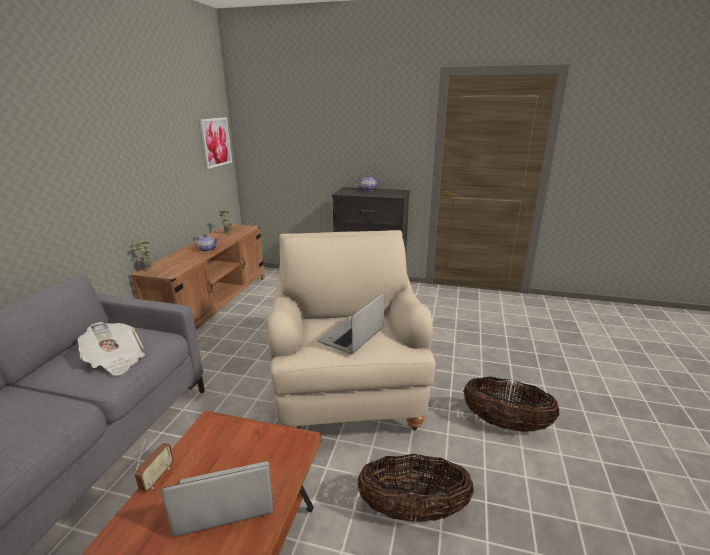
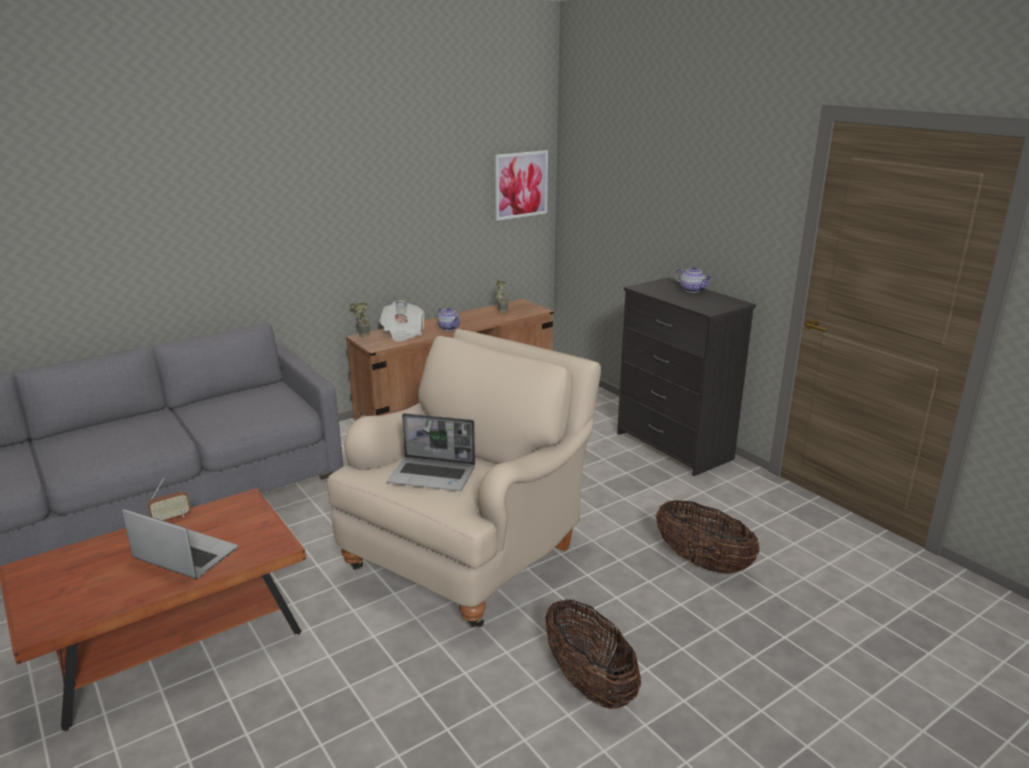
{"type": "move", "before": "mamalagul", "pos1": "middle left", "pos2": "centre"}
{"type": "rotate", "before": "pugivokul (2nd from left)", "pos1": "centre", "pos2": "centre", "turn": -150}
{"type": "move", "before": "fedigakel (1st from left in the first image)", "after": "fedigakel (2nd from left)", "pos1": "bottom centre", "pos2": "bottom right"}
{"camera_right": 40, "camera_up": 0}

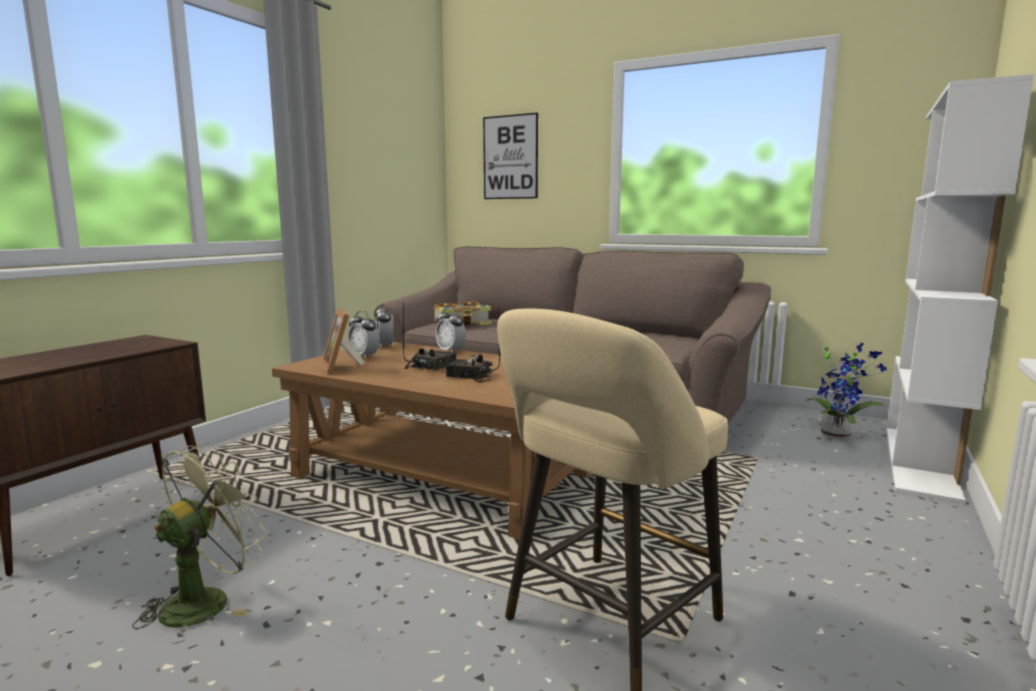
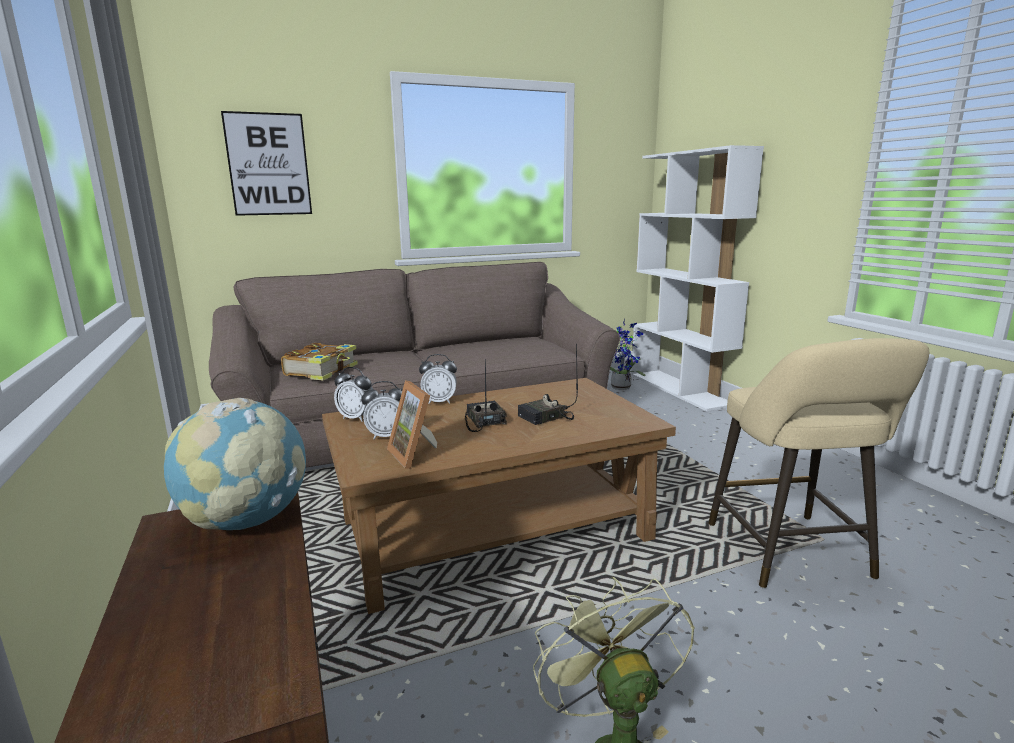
{"type": "insert", "after": "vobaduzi", "pos2": "middle left"}
{"type": "rotate", "before": "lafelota", "pos1": "middle left", "pos2": "centre", "turn": 45}
{"camera_right": -50, "camera_up": 5}

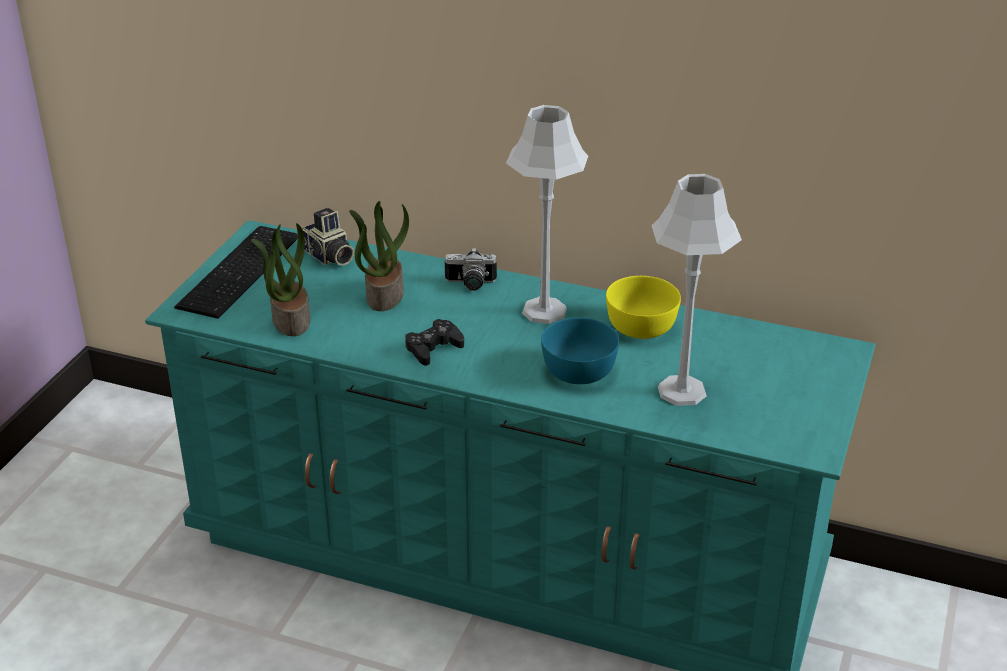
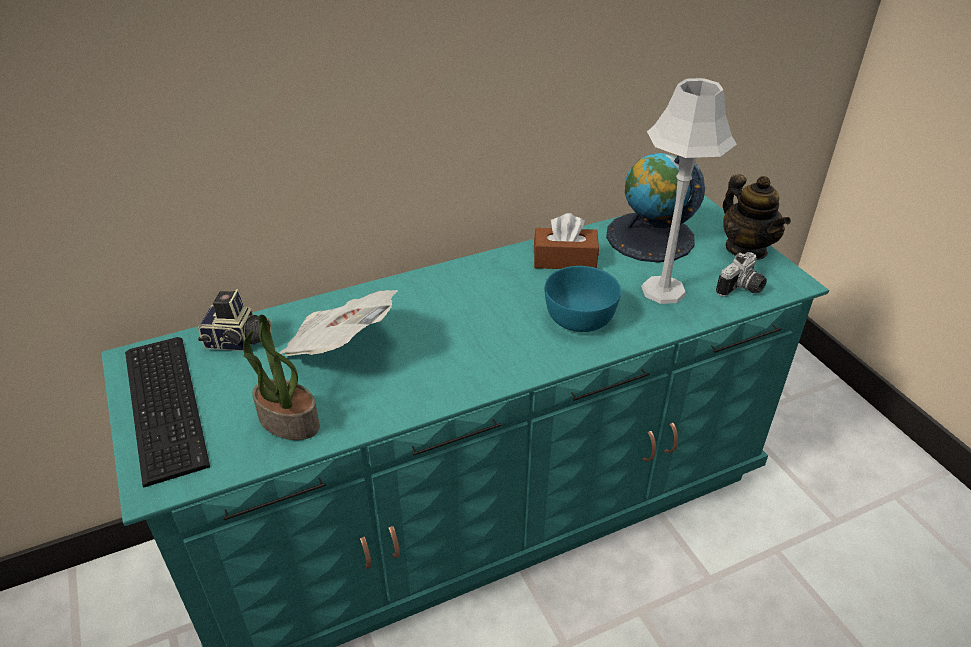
{"type": "replace", "before": "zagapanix (2nd from left)", "after": "mamalagul", "pos1": "centre", "pos2": "centre"}
{"type": "replace", "before": "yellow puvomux", "after": "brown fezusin", "pos1": "centre", "pos2": "centre"}
{"type": "insert", "after": "vobaduzi", "pos2": "top right"}
{"type": "move", "before": "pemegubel (2nd from left)", "pos1": "centre", "pos2": "middle right"}
{"type": "insert", "after": "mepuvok", "pos2": "middle right"}
{"type": "delete", "before": "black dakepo", "pos1": "centre"}
{"type": "delete", "before": "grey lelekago (1st from left)", "pos1": "top centre"}
{"camera_right": -45, "camera_up": 5}

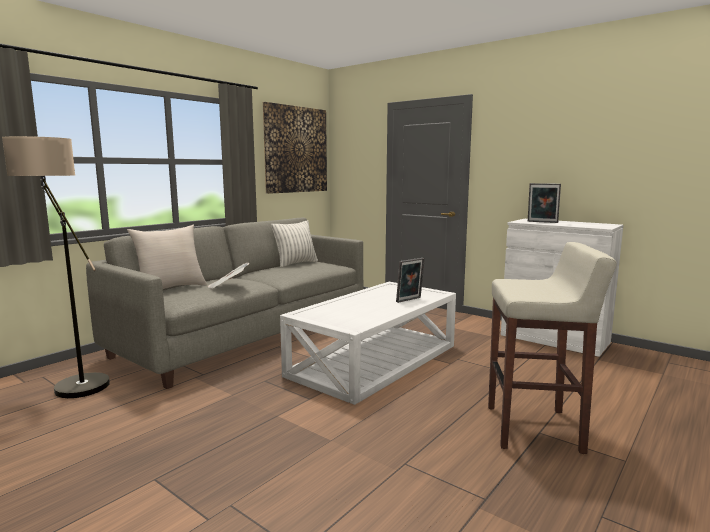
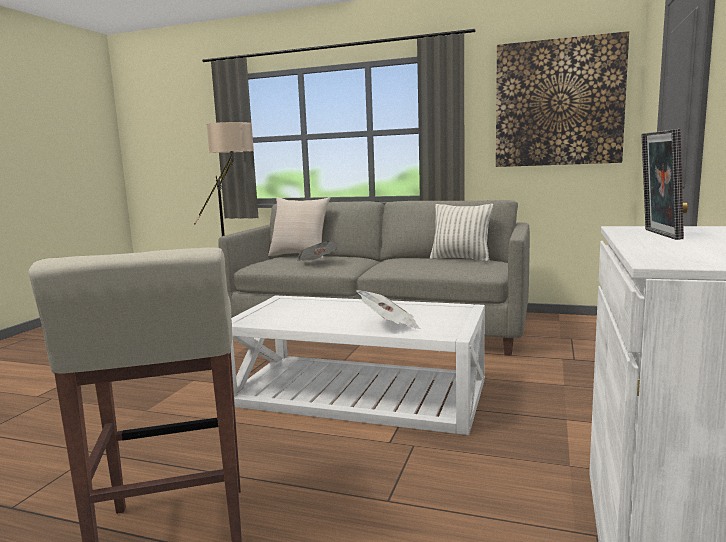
{"type": "replace", "before": "lafelota (1st from left)", "after": "mamalagul (2nd from left)", "pos1": "centre", "pos2": "centre"}
{"camera_right": 70, "camera_up": 0}

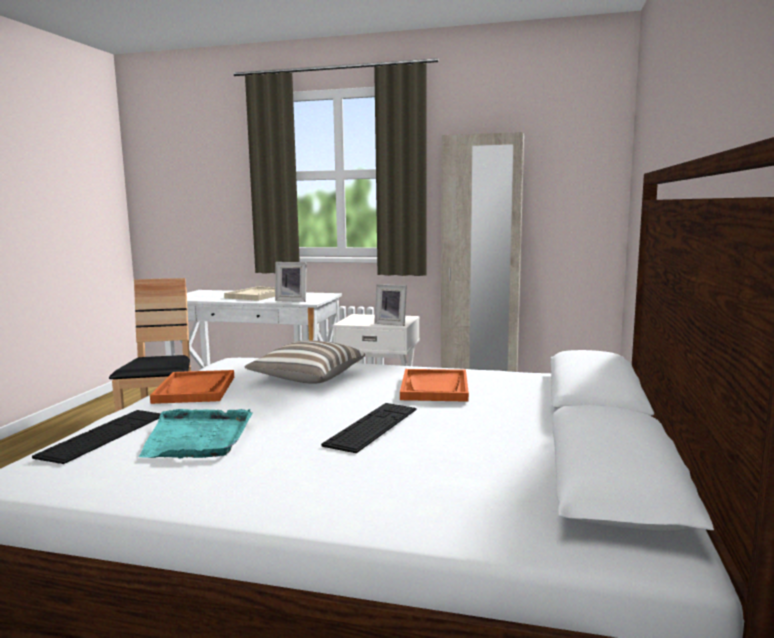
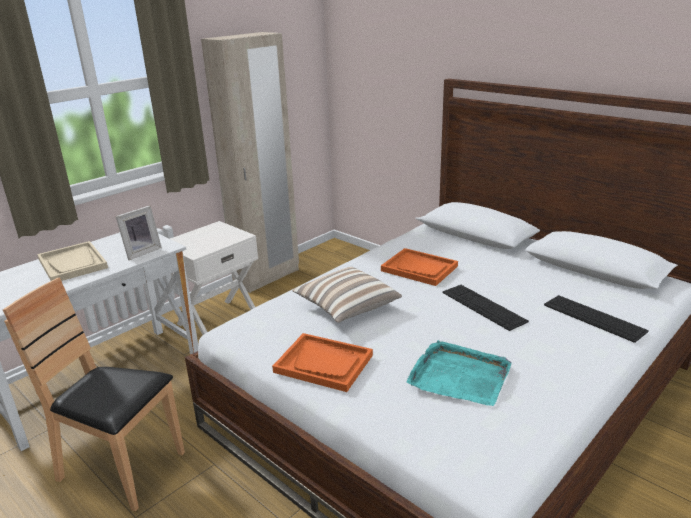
{"type": "move", "before": "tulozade (1st from left in the first image)", "after": "tulozade (2nd from left)", "pos1": "bottom left", "pos2": "middle right"}
{"type": "delete", "before": "lafelota (2nd from left)", "pos1": "centre"}
{"camera_right": -60, "camera_up": 15}

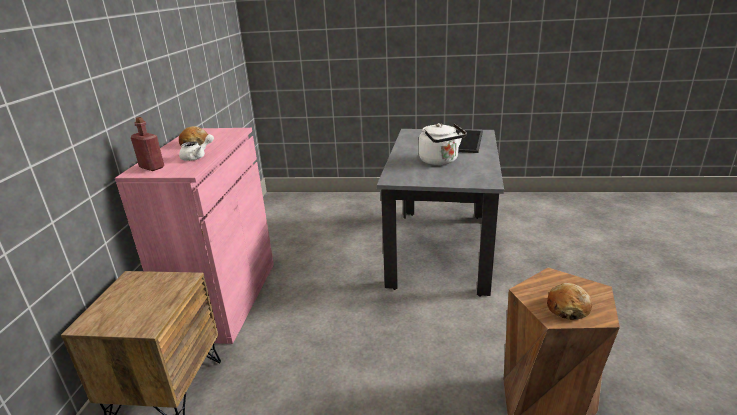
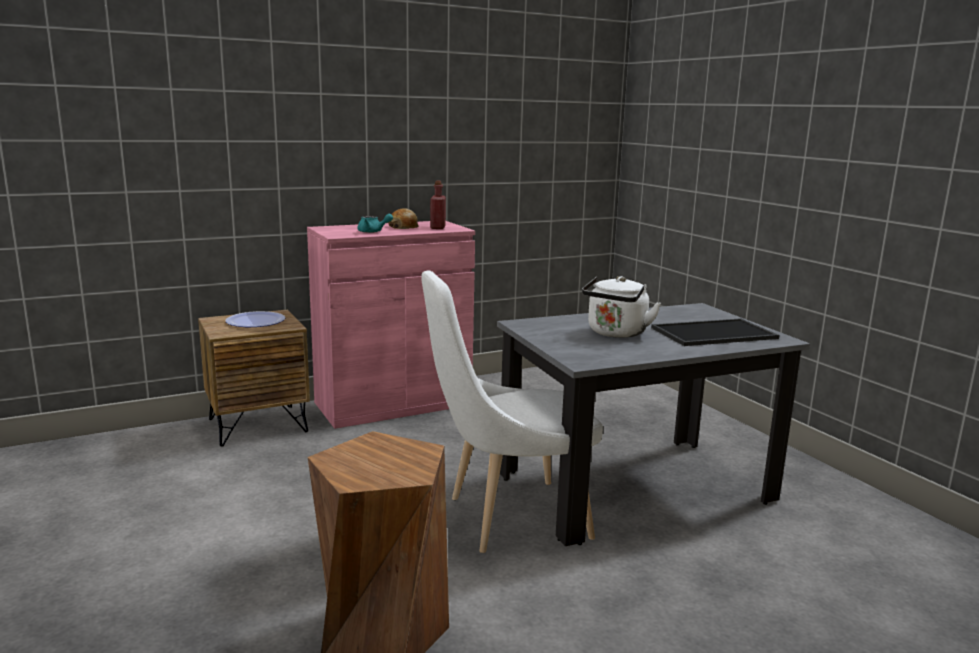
{"type": "insert", "after": "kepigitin", "pos2": "middle left"}
{"type": "recolor", "before": "white mepuvok", "after": "turquoise mepuvok", "pos1": "middle left", "pos2": "centre"}
{"type": "insert", "after": "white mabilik", "pos2": "centre"}
{"type": "move", "before": "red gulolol", "pos1": "middle left", "pos2": "top centre"}
{"type": "delete", "before": "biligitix (2nd from left)", "pos1": "bottom right"}
{"camera_right": 55, "camera_up": -10}

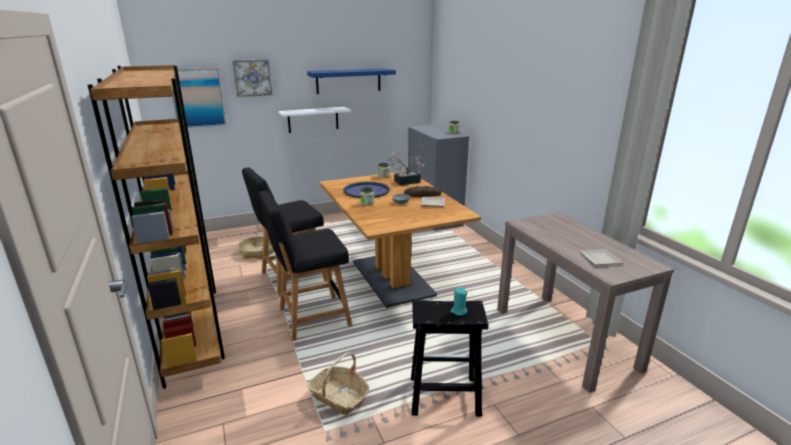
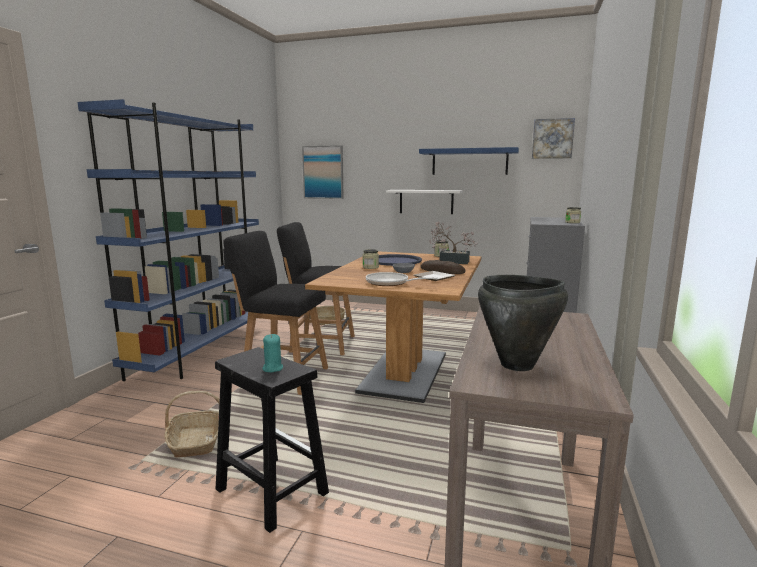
{"type": "recolor", "before": "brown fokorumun", "after": "blue fokorumun", "pos1": "middle left", "pos2": "middle left"}
{"type": "insert", "after": "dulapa", "pos2": "centre"}
{"type": "replace", "before": "kepigitin (2nd from left)", "after": "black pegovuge", "pos1": "middle right", "pos2": "middle right"}
{"type": "move", "before": "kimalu (2nd from left)", "pos1": "top left", "pos2": "top right"}
{"camera_right": 40, "camera_up": -10}

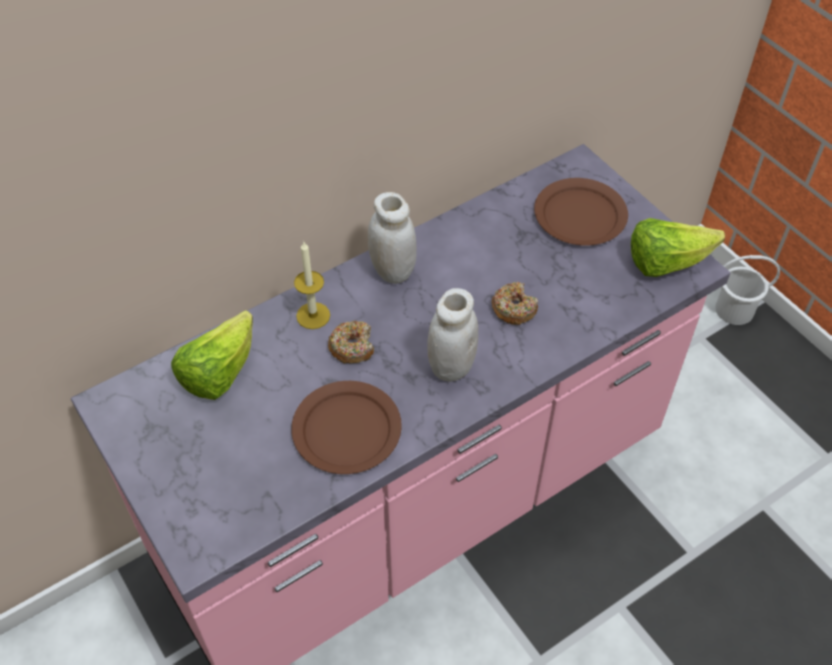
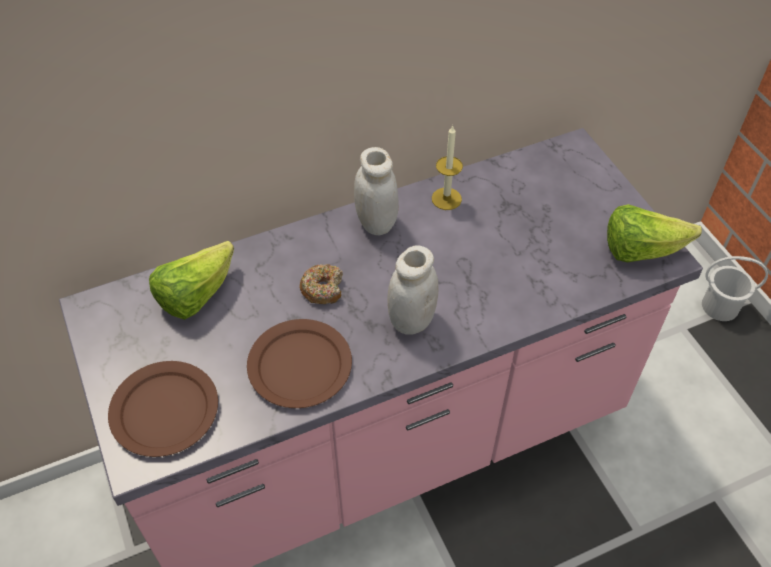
{"type": "move", "before": "brown kepigitin (2nd from left in the first image)", "after": "brown kepigitin (1st from left)", "pos1": "top right", "pos2": "bottom left"}
{"type": "move", "before": "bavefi", "pos1": "centre", "pos2": "top centre"}
{"type": "delete", "before": "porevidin (2nd from left)", "pos1": "centre"}
{"camera_right": 10, "camera_up": 0}

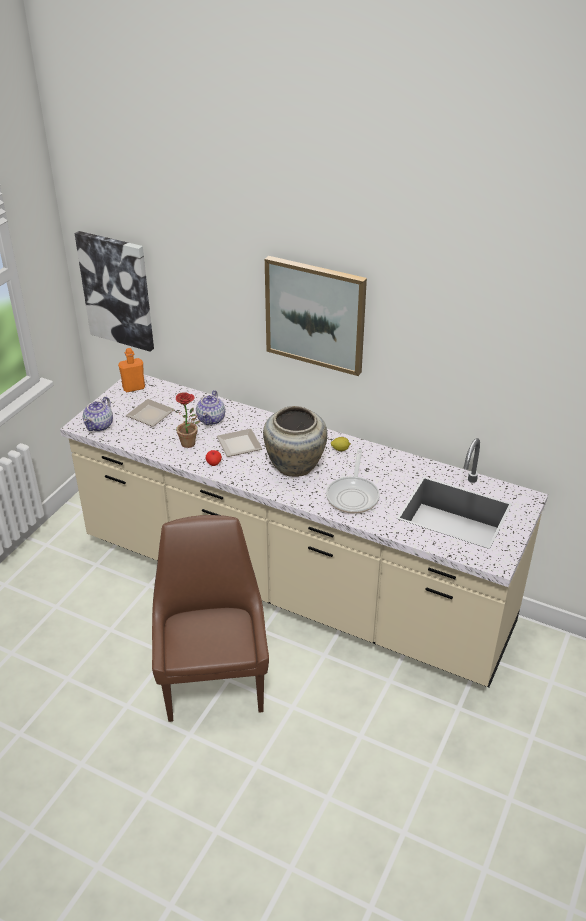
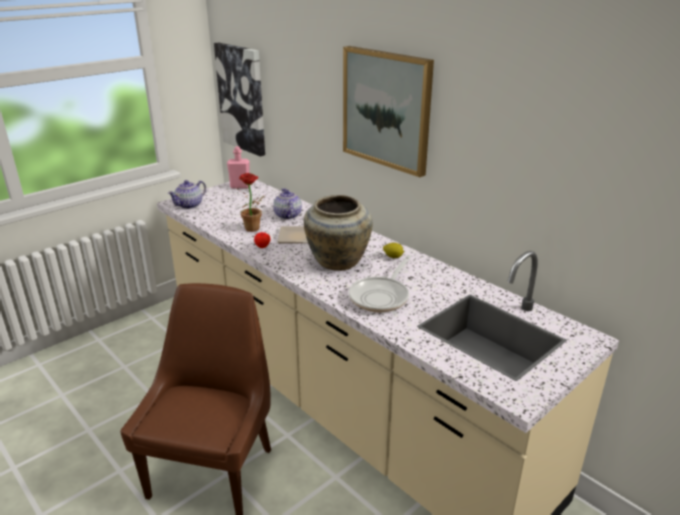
{"type": "recolor", "before": "orange gulolol", "after": "pink gulolol", "pos1": "middle left", "pos2": "top centre"}
{"type": "rotate", "before": "mepuvok (2nd from left)", "pos1": "centre", "pos2": "centre", "turn": 135}
{"type": "delete", "before": "kepigitin (1st from left)", "pos1": "middle left"}
{"camera_right": 20, "camera_up": -10}

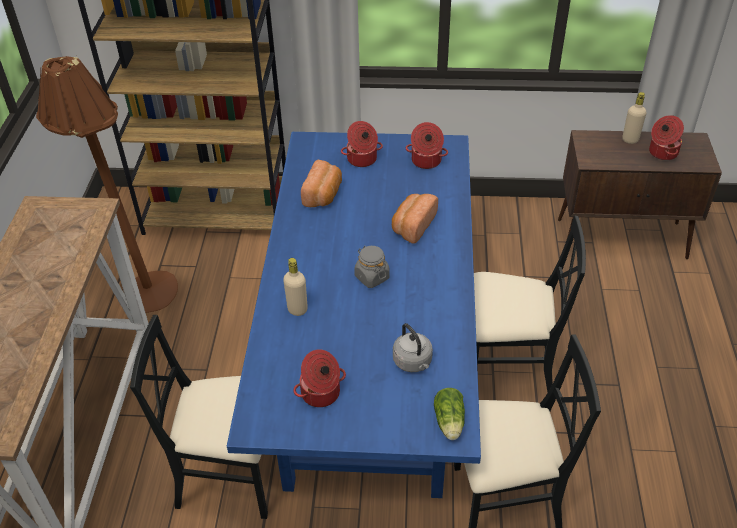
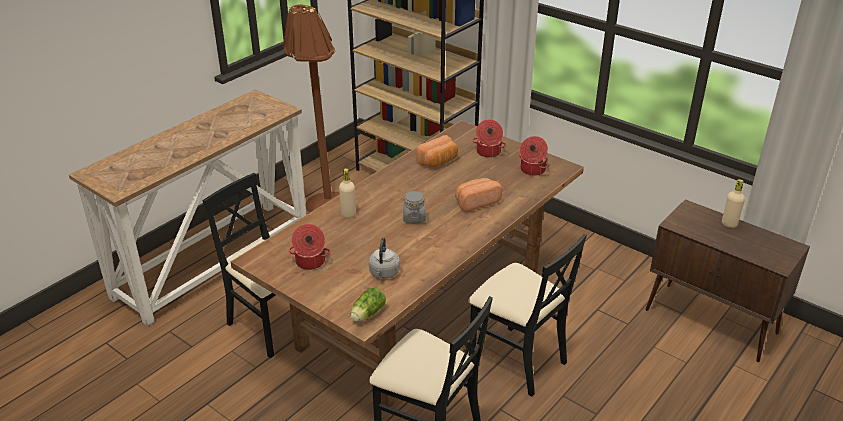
{"type": "recolor", "before": "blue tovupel", "after": "brown tovupel", "pos1": "centre", "pos2": "centre"}
{"type": "delete", "before": "pegovuge (4th from left)", "pos1": "top right"}
{"camera_right": 35, "camera_up": -10}

